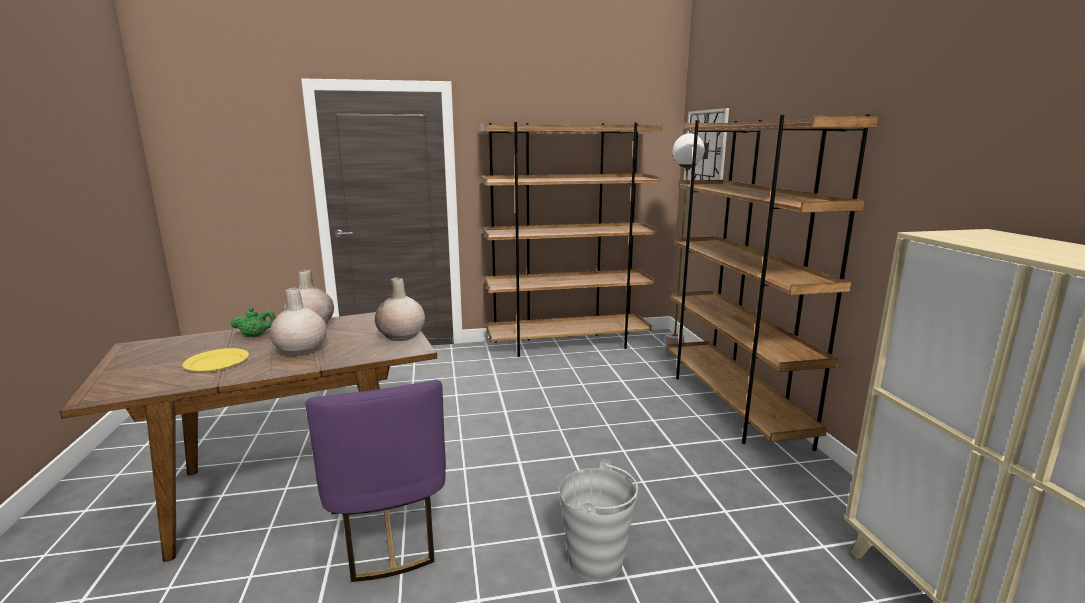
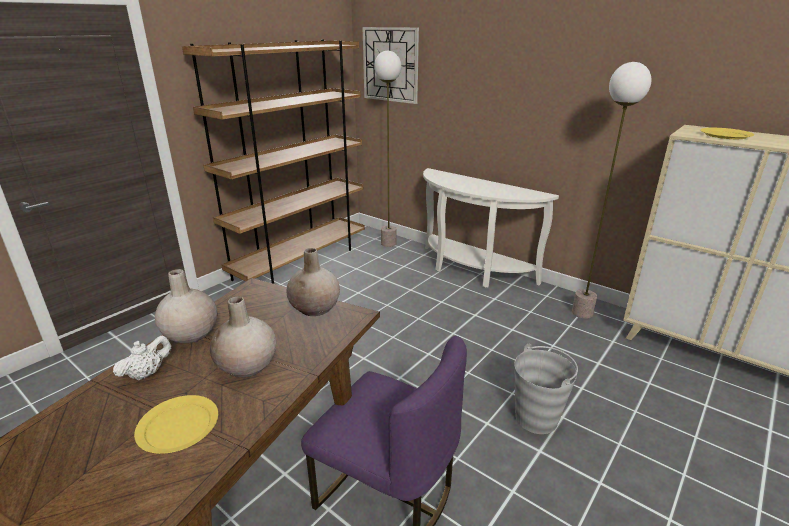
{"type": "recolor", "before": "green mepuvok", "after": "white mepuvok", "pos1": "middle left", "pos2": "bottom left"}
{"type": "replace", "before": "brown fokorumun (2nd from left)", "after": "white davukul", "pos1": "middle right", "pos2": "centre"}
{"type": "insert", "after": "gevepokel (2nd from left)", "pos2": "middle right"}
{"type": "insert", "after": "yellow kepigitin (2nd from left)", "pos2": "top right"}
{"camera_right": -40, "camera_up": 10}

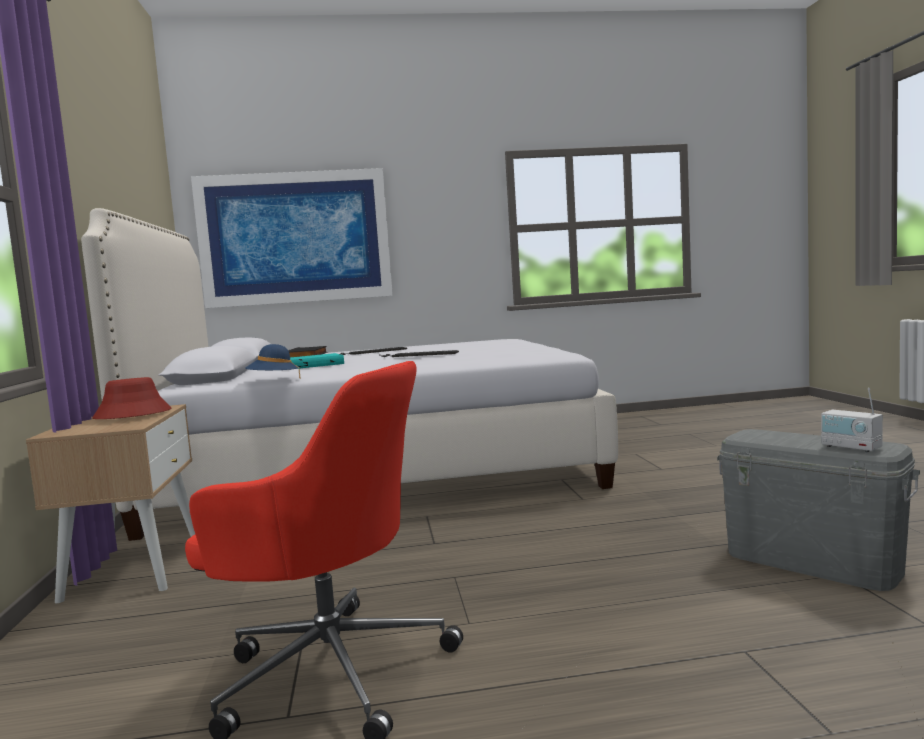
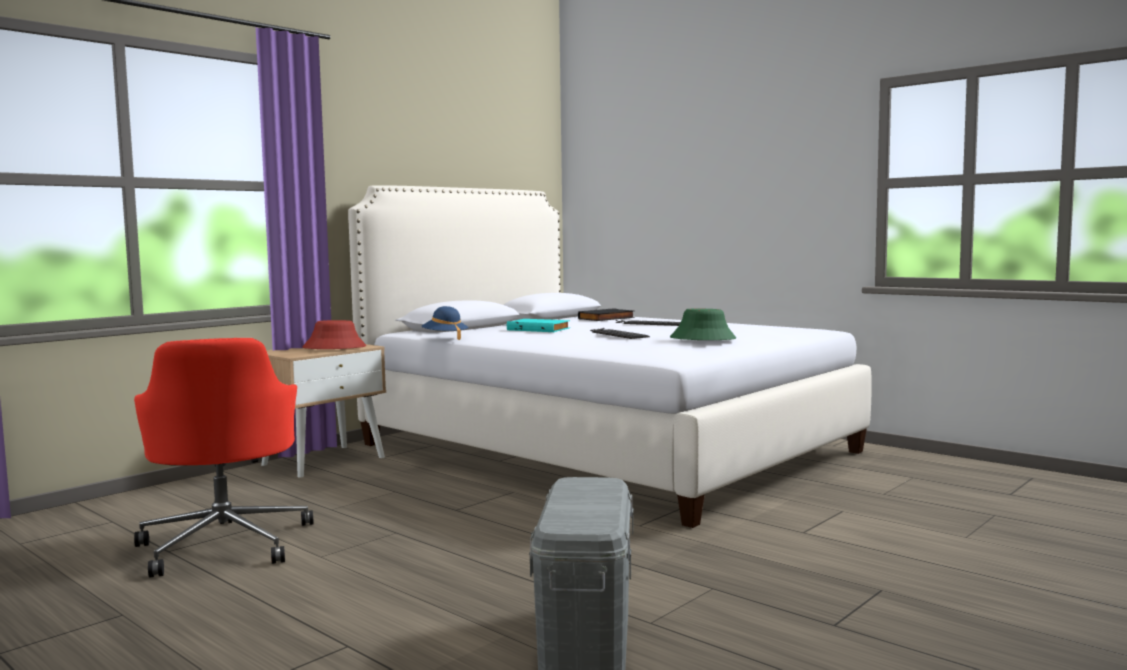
{"type": "insert", "after": "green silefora", "pos2": "centre"}
{"type": "delete", "before": "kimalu", "pos1": "top left"}
{"type": "delete", "before": "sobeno", "pos1": "middle right"}
{"camera_right": 50, "camera_up": 0}

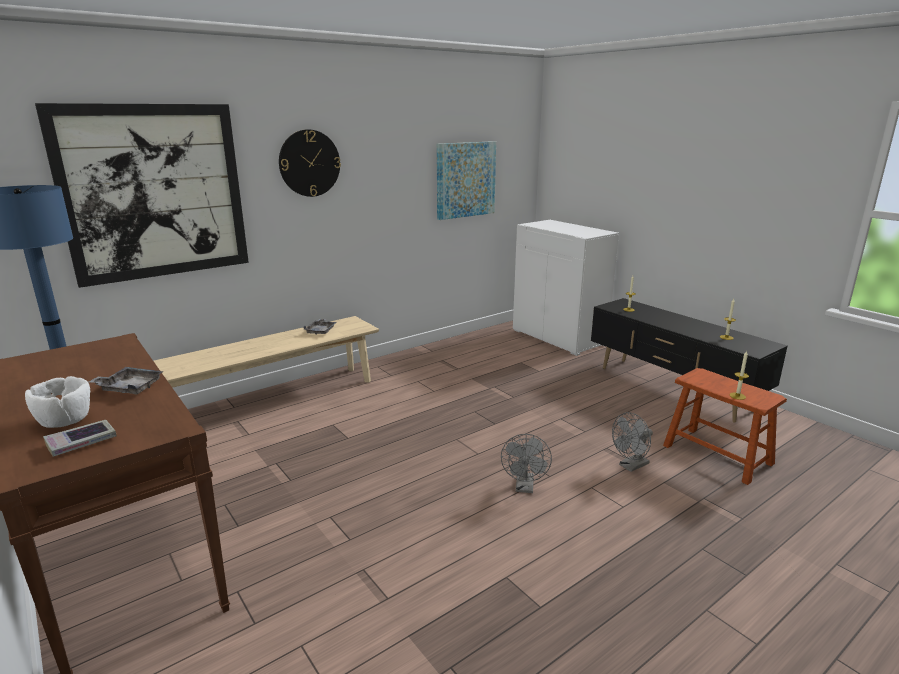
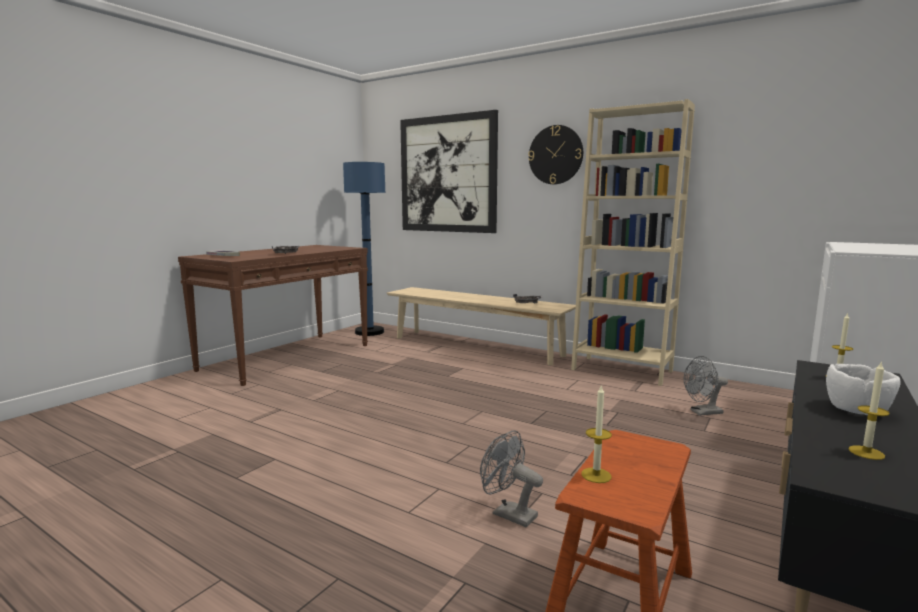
{"type": "insert", "after": "beige fokorumun", "pos2": "middle right"}
{"type": "move", "before": "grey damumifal (1st from left in the first image)", "after": "grey damumifal (2nd from left)", "pos1": "bottom centre", "pos2": "middle right"}
{"type": "move", "before": "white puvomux", "pos1": "middle left", "pos2": "middle right"}
{"type": "delete", "before": "kimalu (2nd from left)", "pos1": "top centre"}
{"camera_right": 70, "camera_up": -10}

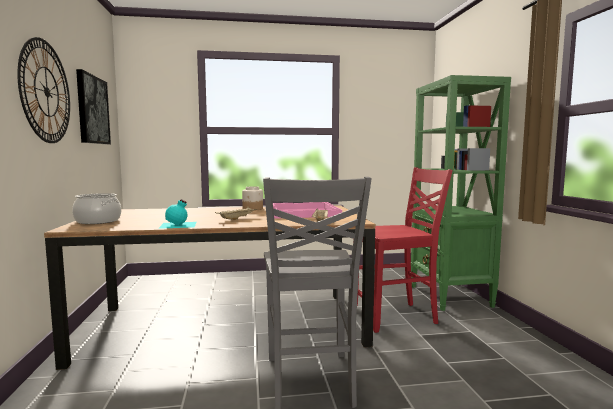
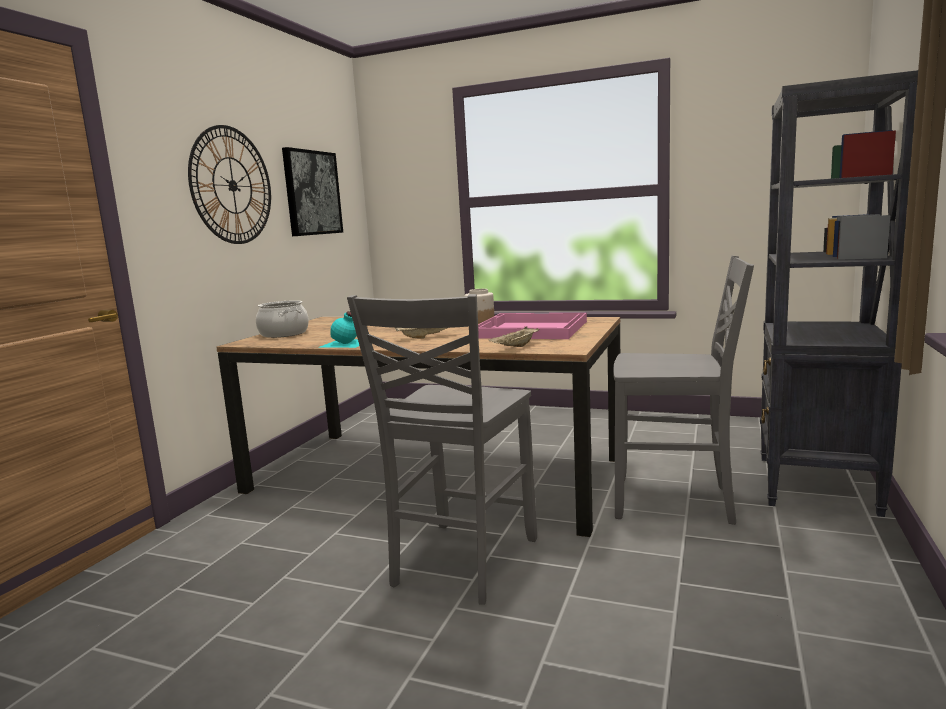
{"type": "recolor", "before": "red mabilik", "after": "grey mabilik (2nd from left)", "pos1": "centre", "pos2": "middle right"}
{"type": "recolor", "before": "green fokorumun", "after": "black fokorumun", "pos1": "middle right", "pos2": "middle right"}
{"camera_right": 30, "camera_up": 5}

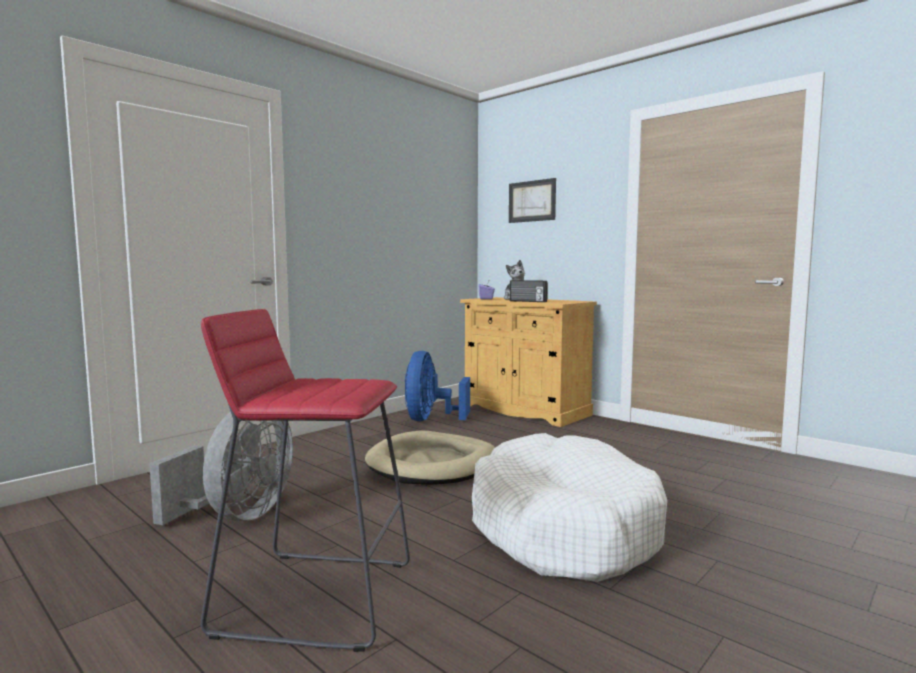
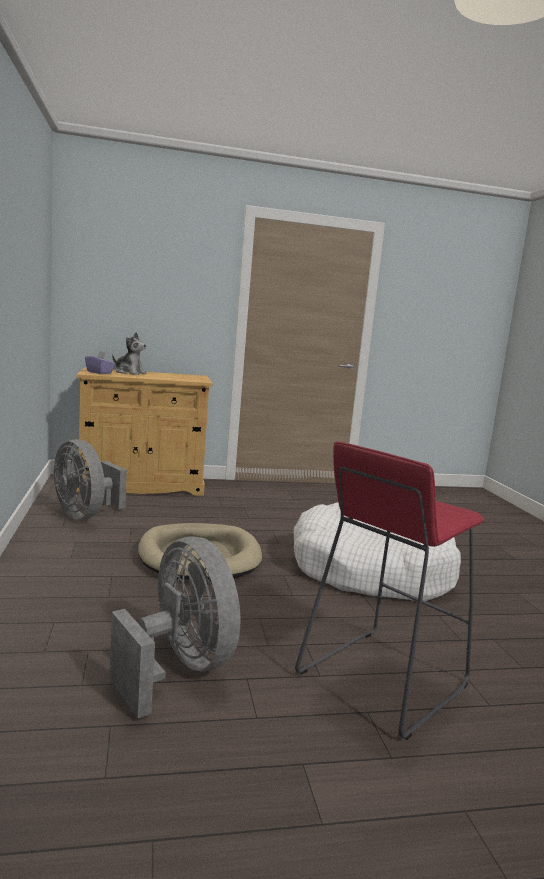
{"type": "recolor", "before": "blue damumifal", "after": "grey damumifal (1st from left)", "pos1": "centre", "pos2": "middle left"}
{"type": "delete", "before": "kimalu", "pos1": "top centre"}
{"type": "delete", "before": "sobeno", "pos1": "centre"}
{"camera_right": -55, "camera_up": 5}

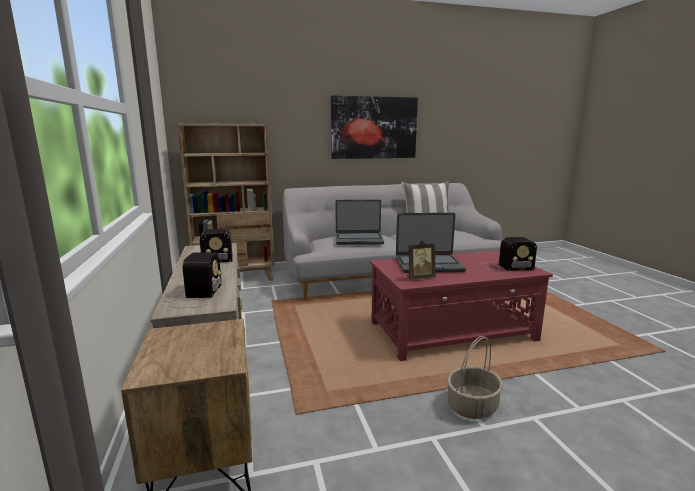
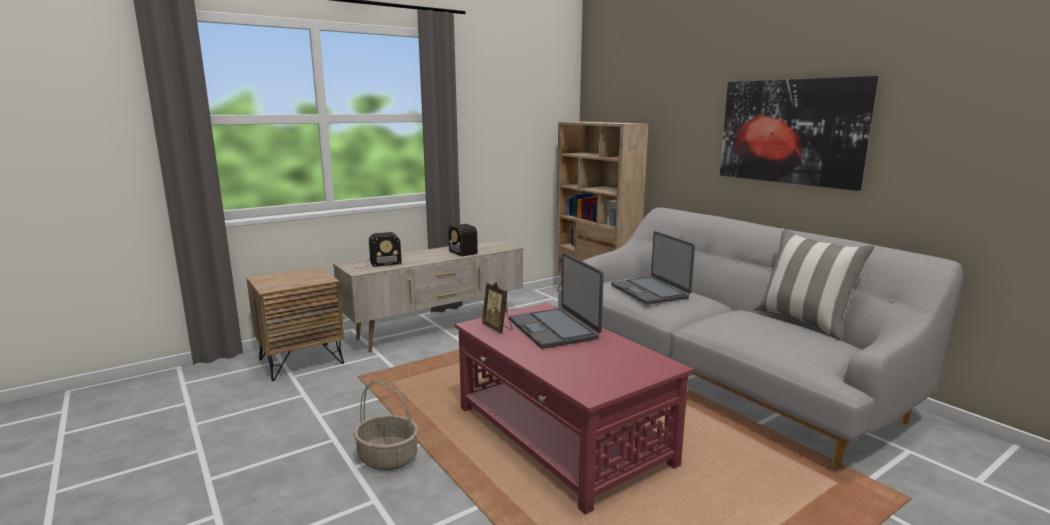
{"type": "delete", "before": "sobeno (3rd from left)", "pos1": "middle right"}
{"camera_right": 70, "camera_up": 0}

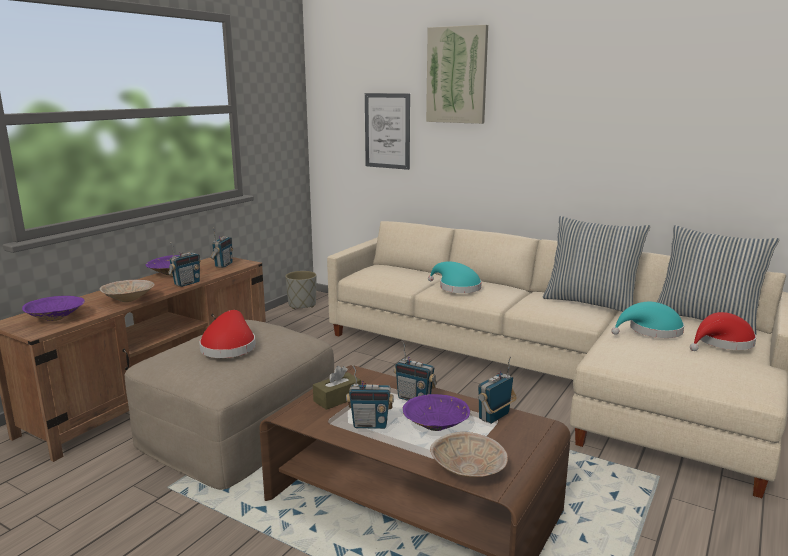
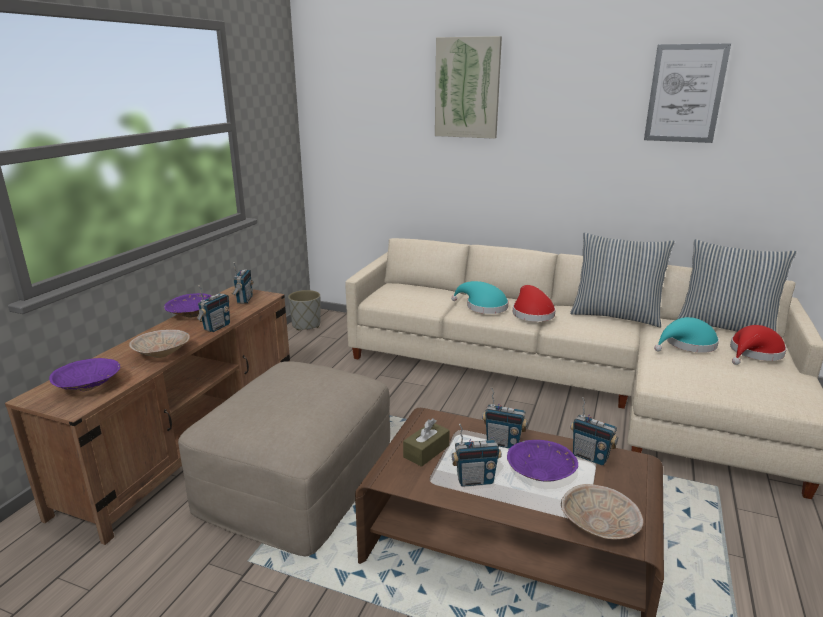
{"type": "move", "before": "red silefora (1st from left)", "pos1": "middle left", "pos2": "centre"}
{"type": "rotate", "before": "sobeno (5th from left)", "pos1": "bottom centre", "pos2": "bottom right", "turn": -90}
{"type": "move", "before": "kimalu (1st from left in the first image)", "after": "kimalu (2nd from left)", "pos1": "top centre", "pos2": "top right"}
{"camera_right": -10, "camera_up": 5}

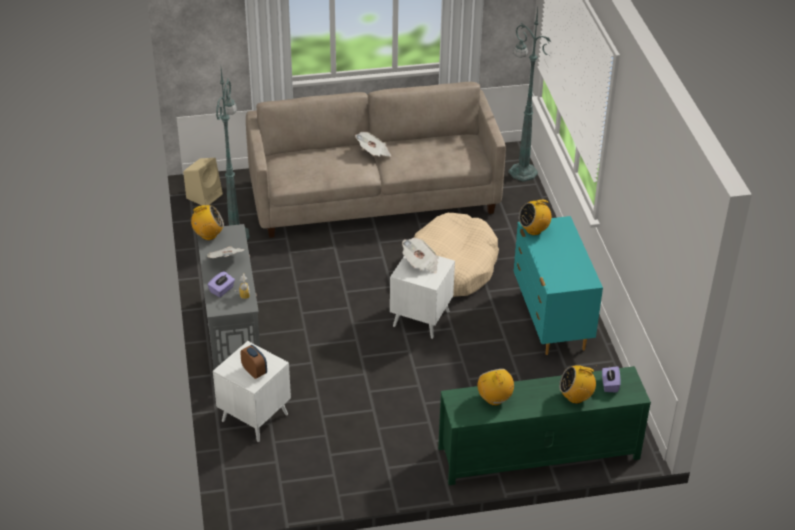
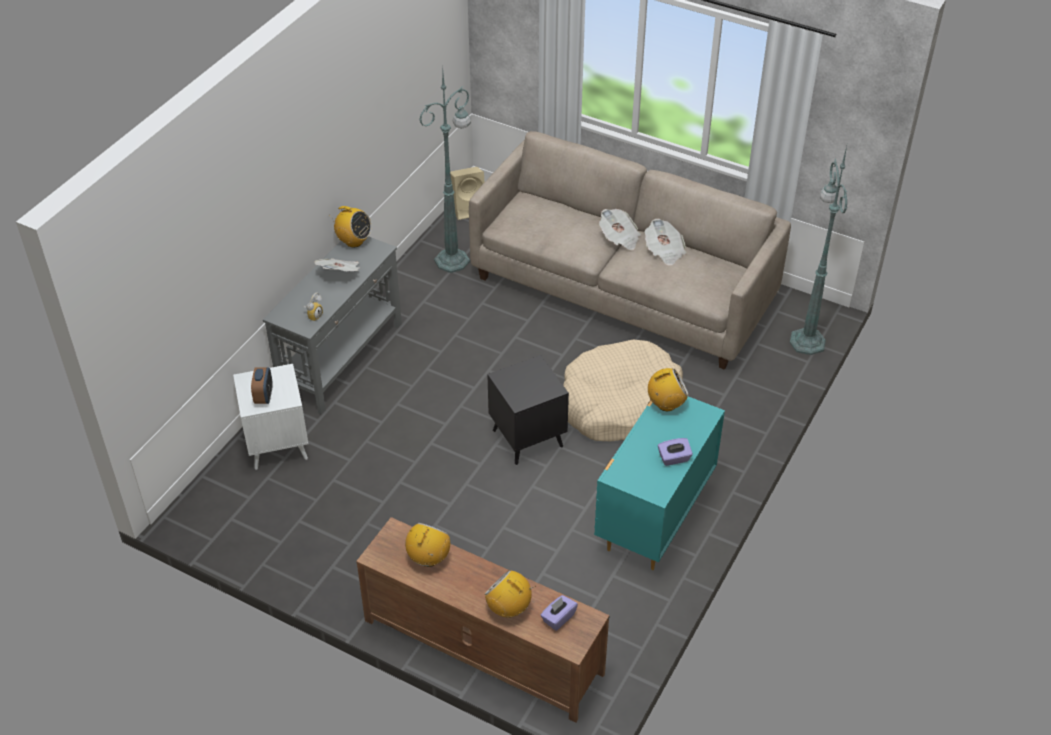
{"type": "recolor", "before": "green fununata", "after": "brown fununata", "pos1": "bottom right", "pos2": "bottom centre"}
{"type": "recolor", "before": "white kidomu (2nd from left)", "after": "black kidomu", "pos1": "centre", "pos2": "centre"}
{"type": "move", "before": "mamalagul (3rd from left)", "pos1": "centre", "pos2": "top centre"}
{"type": "rotate", "before": "sobeno (3rd from left in the first image)", "pos1": "middle right", "pos2": "centre", "turn": 150}
{"type": "move", "before": "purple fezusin (1st from left in the first image)", "after": "purple fezusin (2nd from left)", "pos1": "middle left", "pos2": "centre"}
{"camera_right": 40, "camera_up": 5}

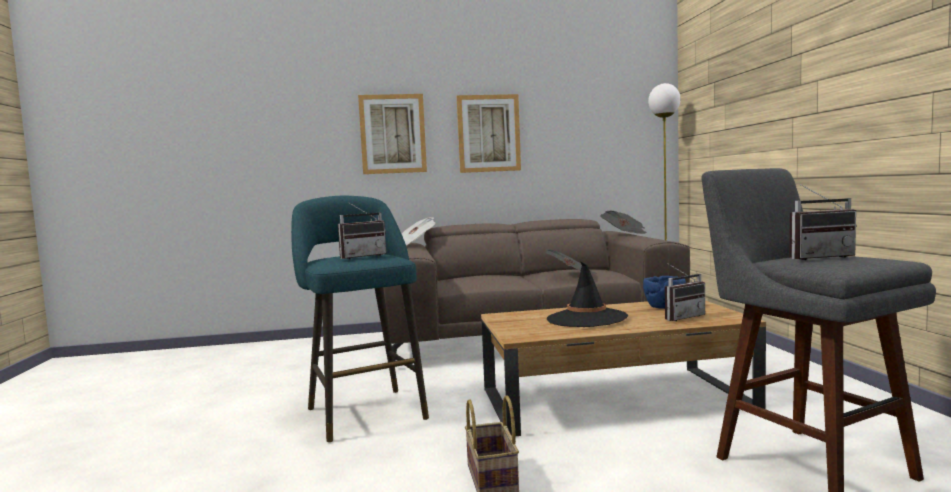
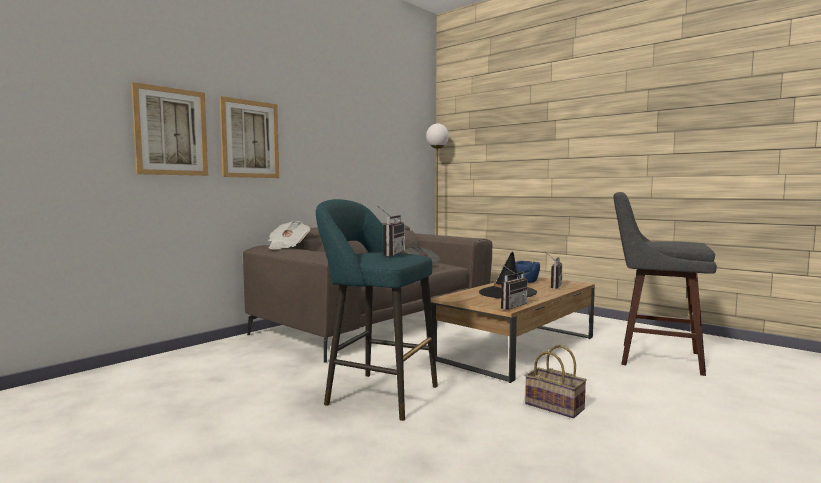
{"type": "move", "before": "kimalu (2nd from left in the first image)", "after": "kimalu (1st from left)", "pos1": "top centre", "pos2": "top left"}
{"type": "move", "before": "sobeno (3rd from left in the first image)", "after": "sobeno (2nd from left)", "pos1": "middle right", "pos2": "centre"}
{"type": "delete", "before": "mamalagul (3rd from left)", "pos1": "centre"}
{"camera_right": -40, "camera_up": 0}

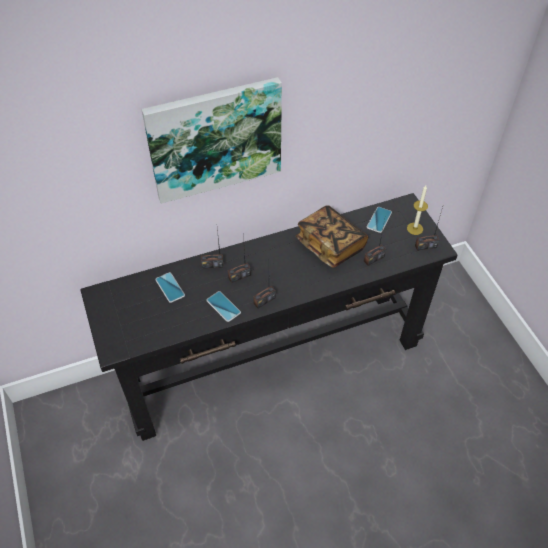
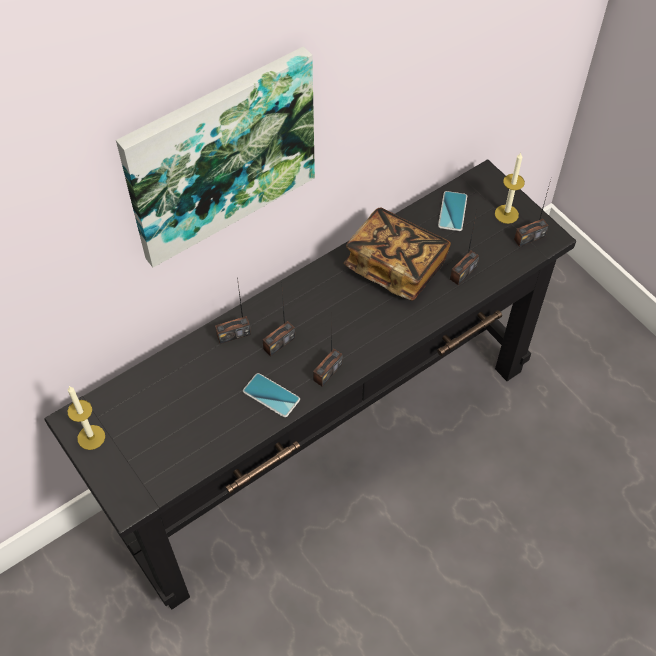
{"type": "insert", "after": "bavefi (1st from left)", "pos2": "middle left"}
{"type": "delete", "before": "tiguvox (1st from left)", "pos1": "middle left"}
{"camera_right": -15, "camera_up": 5}

